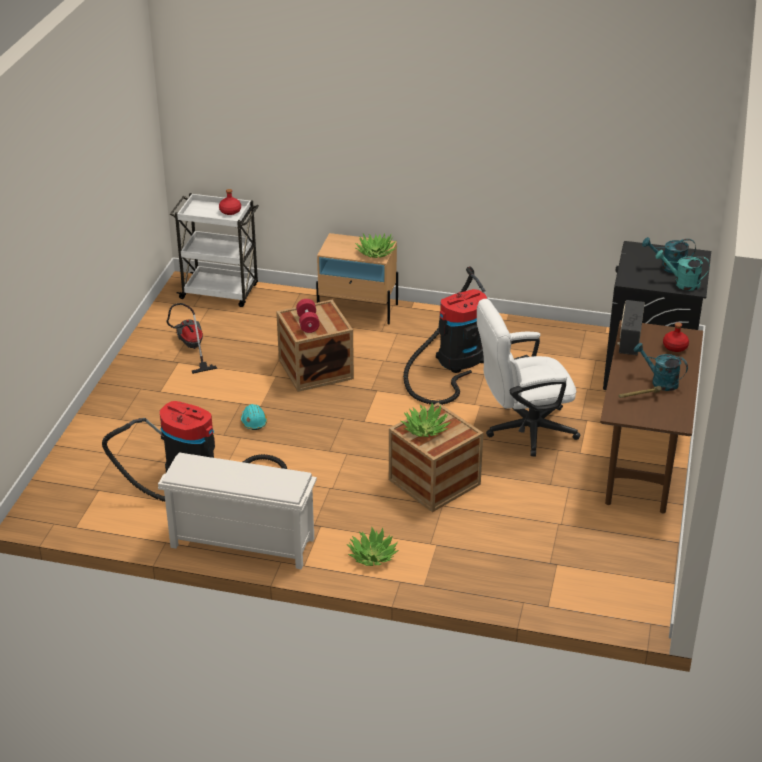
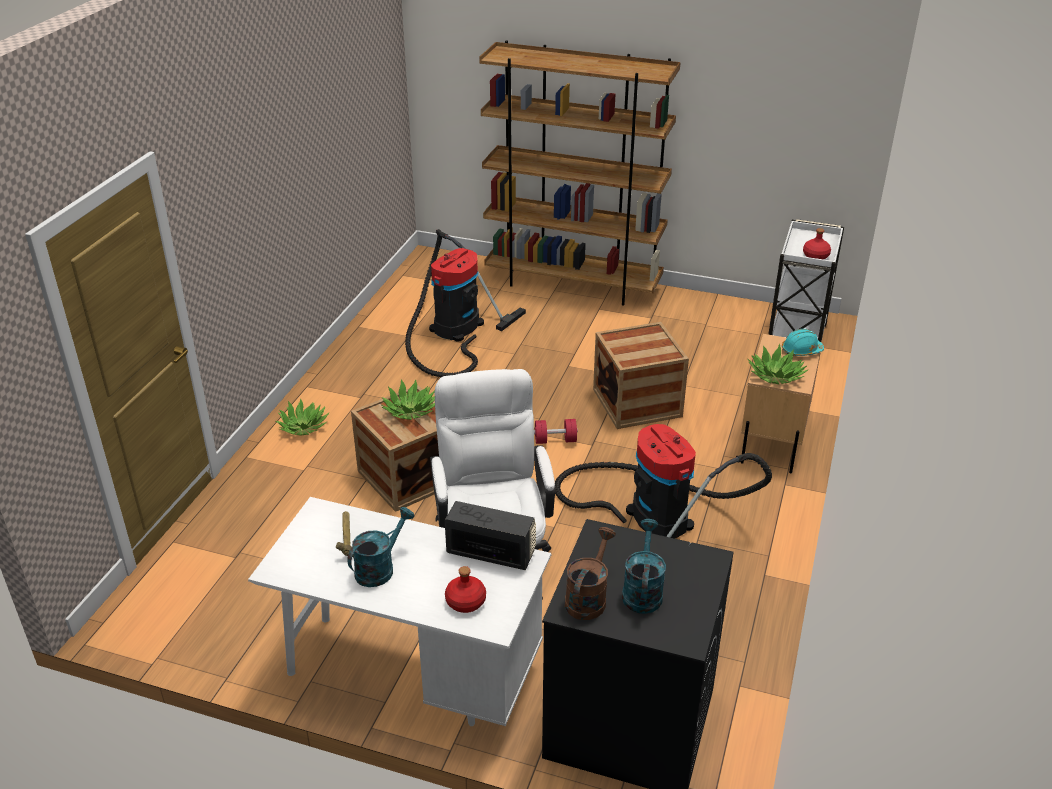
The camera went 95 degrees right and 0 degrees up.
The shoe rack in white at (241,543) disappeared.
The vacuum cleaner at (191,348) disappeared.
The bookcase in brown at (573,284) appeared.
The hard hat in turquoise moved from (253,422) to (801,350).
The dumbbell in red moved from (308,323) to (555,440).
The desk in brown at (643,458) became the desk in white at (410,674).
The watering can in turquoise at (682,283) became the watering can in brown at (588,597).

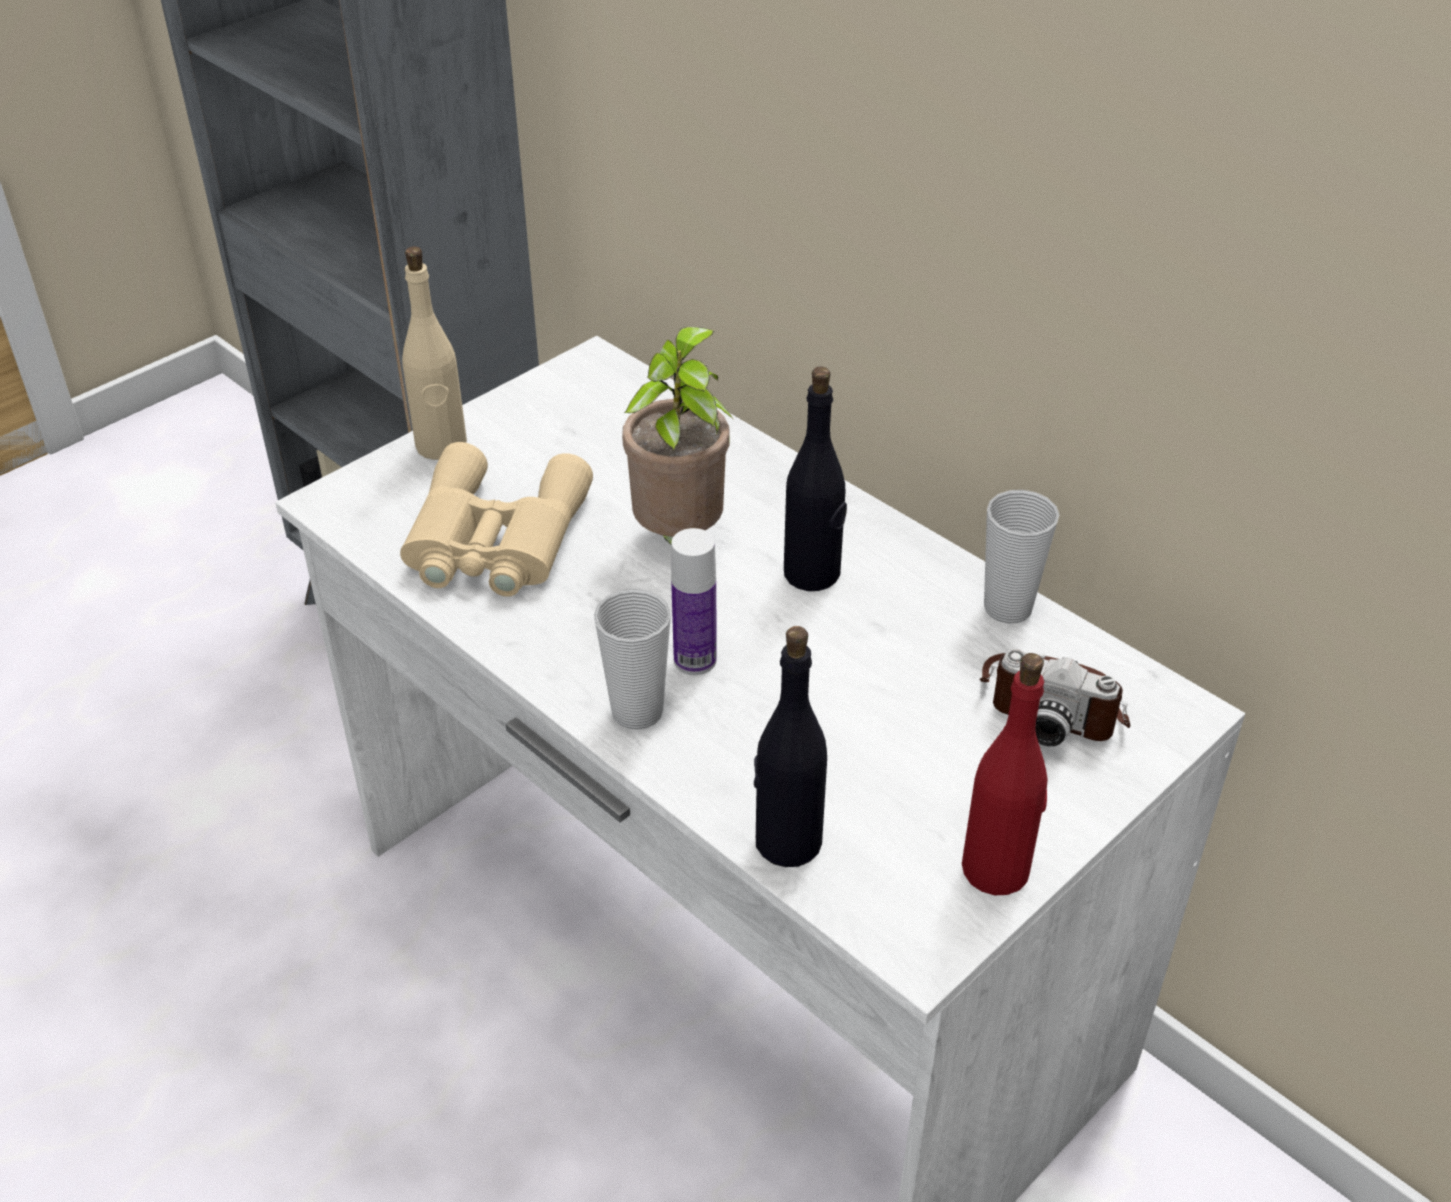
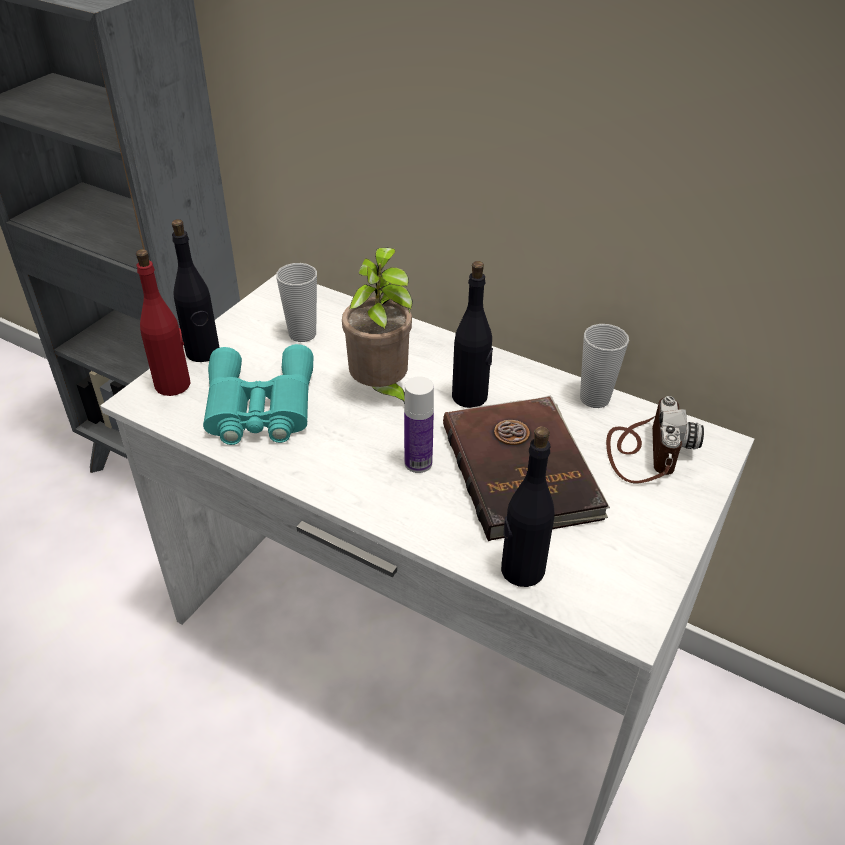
The camera went 15 degrees left and 0 degrees up.
The book in brown at (522,469) appeared.
The cup moved from (637,711) to (302,334).
The bottle in red moved from (996,869) to (173,385).
The binoculars in beige at (493,540) became the binoculars in turquoise at (259,407).
The bottle in beige at (441,446) became the bottle in black at (203,352).
The photo camera at (1054,702) turned 90 degrees counterclockwise.

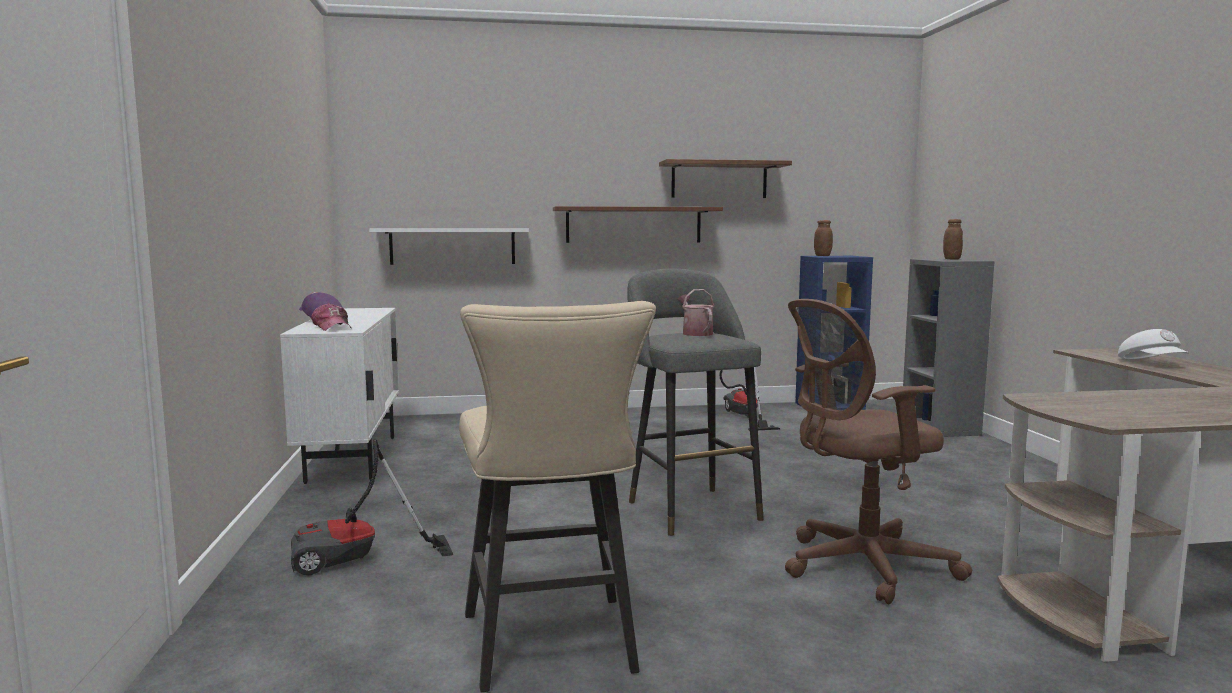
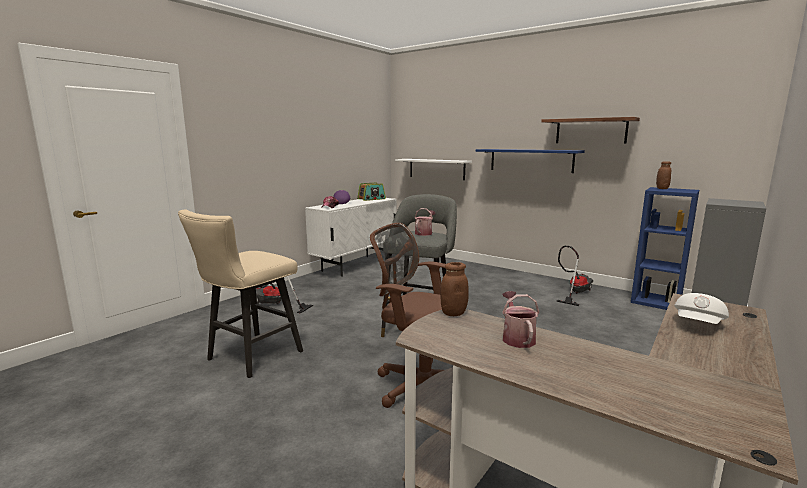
The camera went 45 degrees right and 5 degrees up.
The radio at (371,199) appeared.
The watering can at (517,337) appeared.
The jar in brown moved from (952,259) to (453,313).
The shelf in brown at (633,225) became the shelf in blue at (531,160).

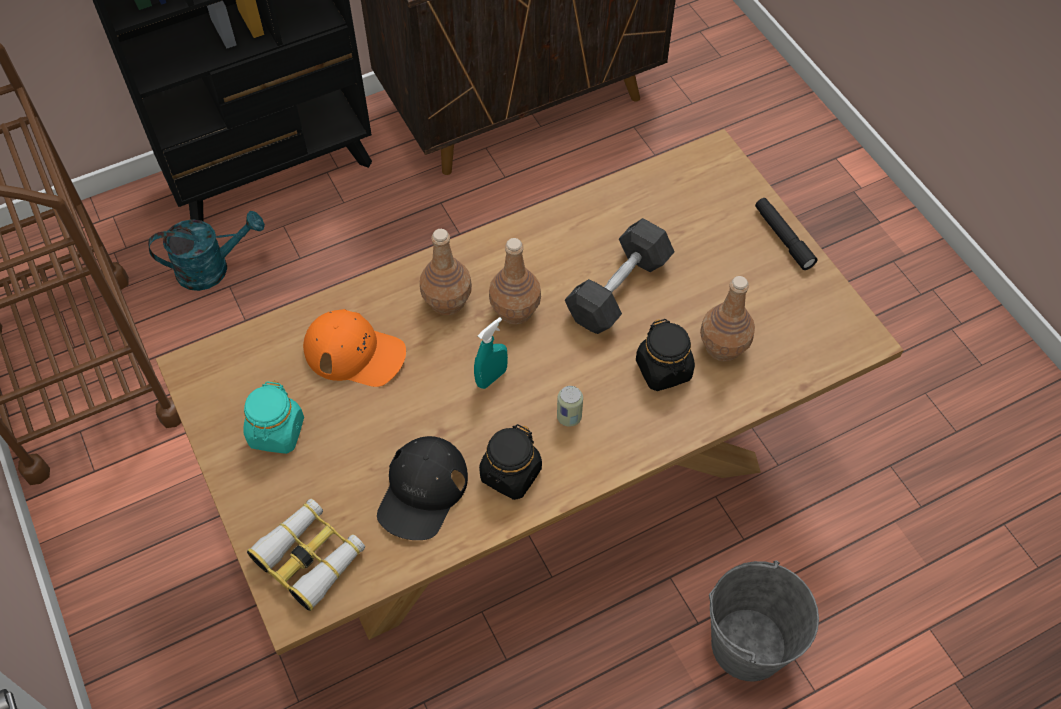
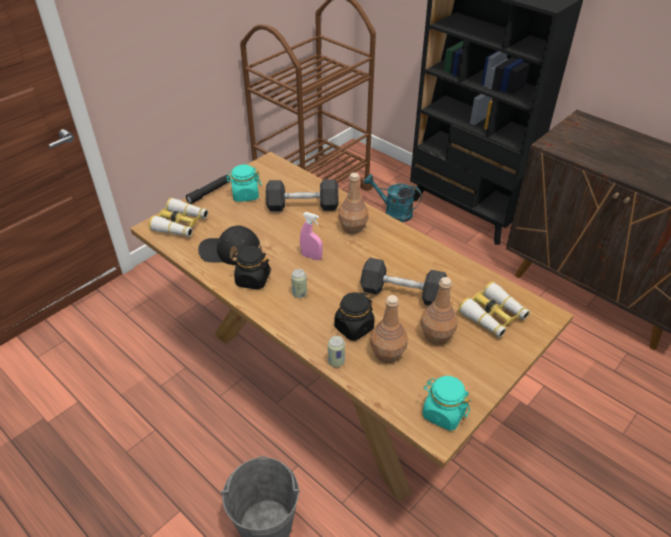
The camera went 70 degrees right and 15 degrees down.
The can at (336,361) appeared.
The jar in turquoise at (443,413) appeared.
The binoculars at (493,316) appeared.
The bottle in brown moved from (515,310) to (436,335).
The flashlight in black moved from (783,238) to (209,192).
The cap in orange at (355,353) was replaced by the dumbbell in grey at (302,206).
The spray bottle in turquoise at (491,377) became the spray bottle in pink at (311,257).
The watering can in turquoise at (212,268) turned 150 degrees clockwise.

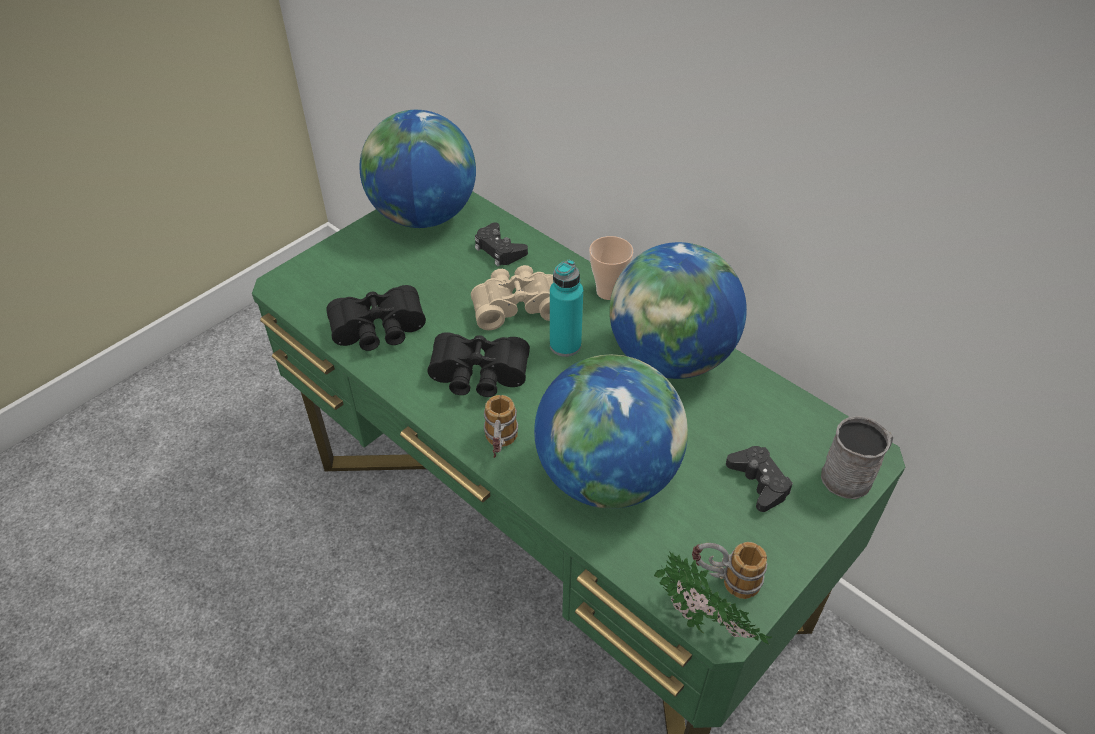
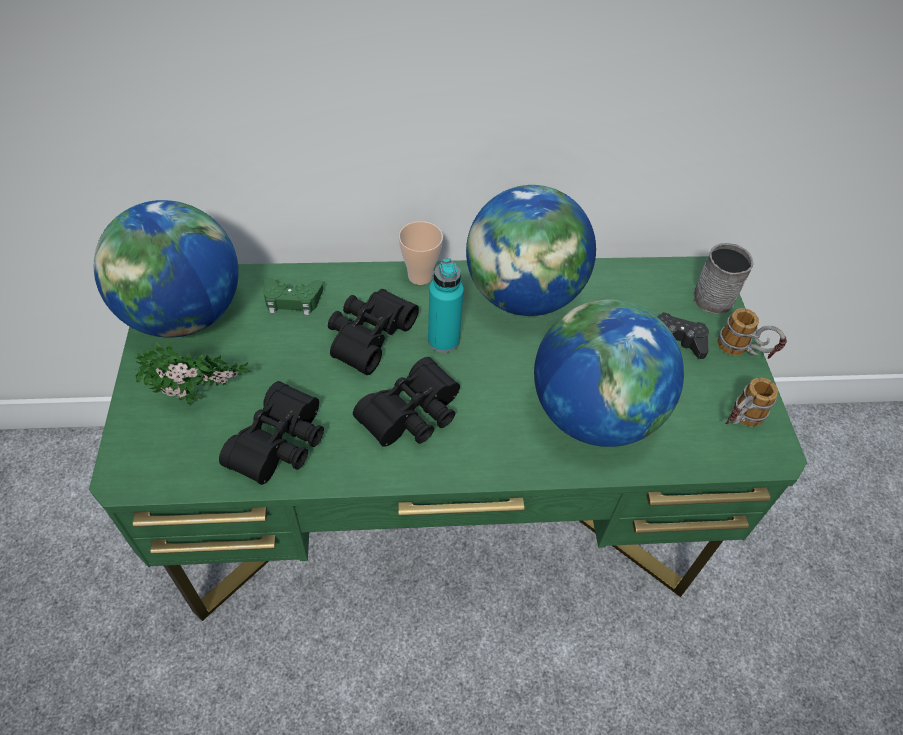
The camera went 50 degrees left and 5 degrees up.
The mug moved from (500,447) to (743,352).
The potted plant moved from (703,628) to (201,398).
The binoculars in beige at (517,305) became the binoculars in black at (367,335).
The game controller in black at (499,250) became the game controller in green at (292,300).

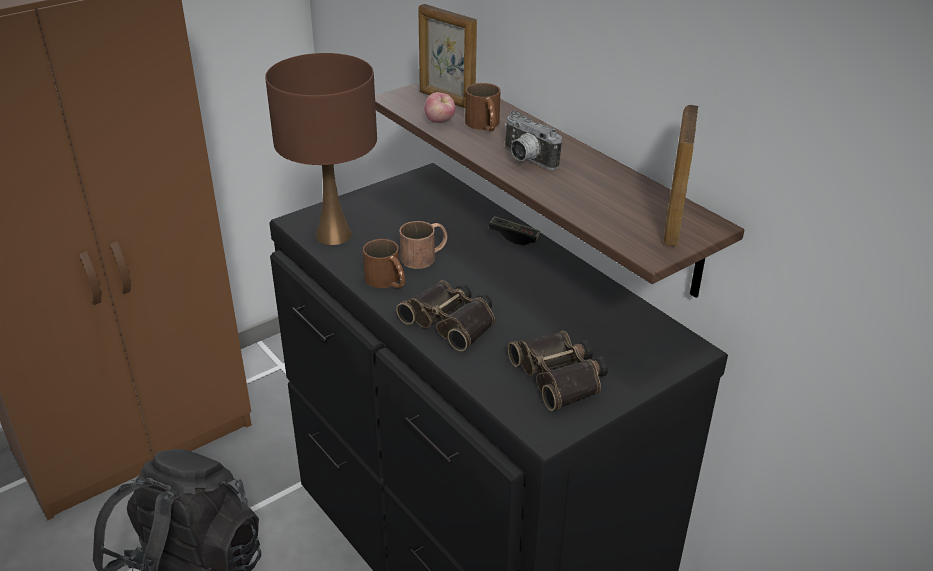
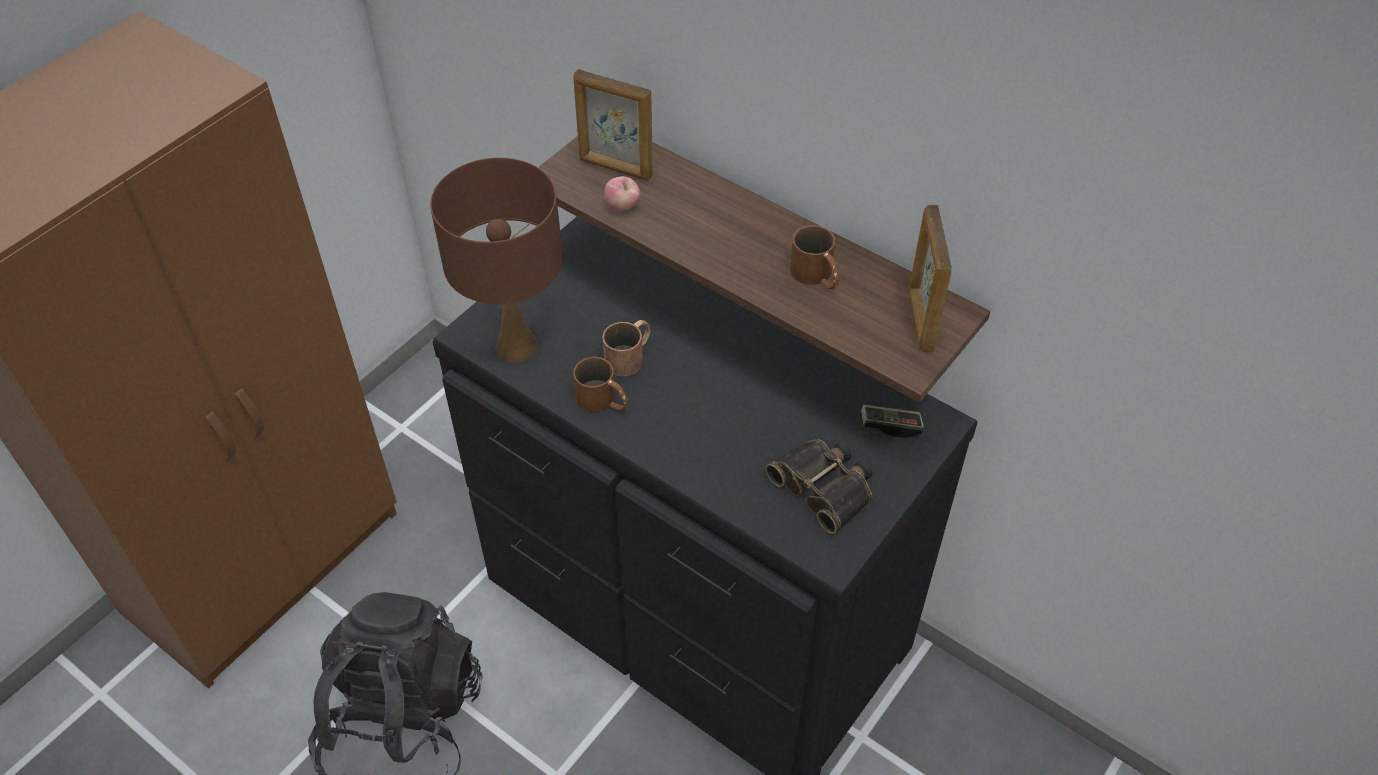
The camera went 15 degrees left and 15 degrees up.
The binoculars at (452,321) disappeared.
The photo camera at (526,160) disappeared.
The mug in brown moved from (485,126) to (817,276).
The game controller moved from (514,237) to (890,426).

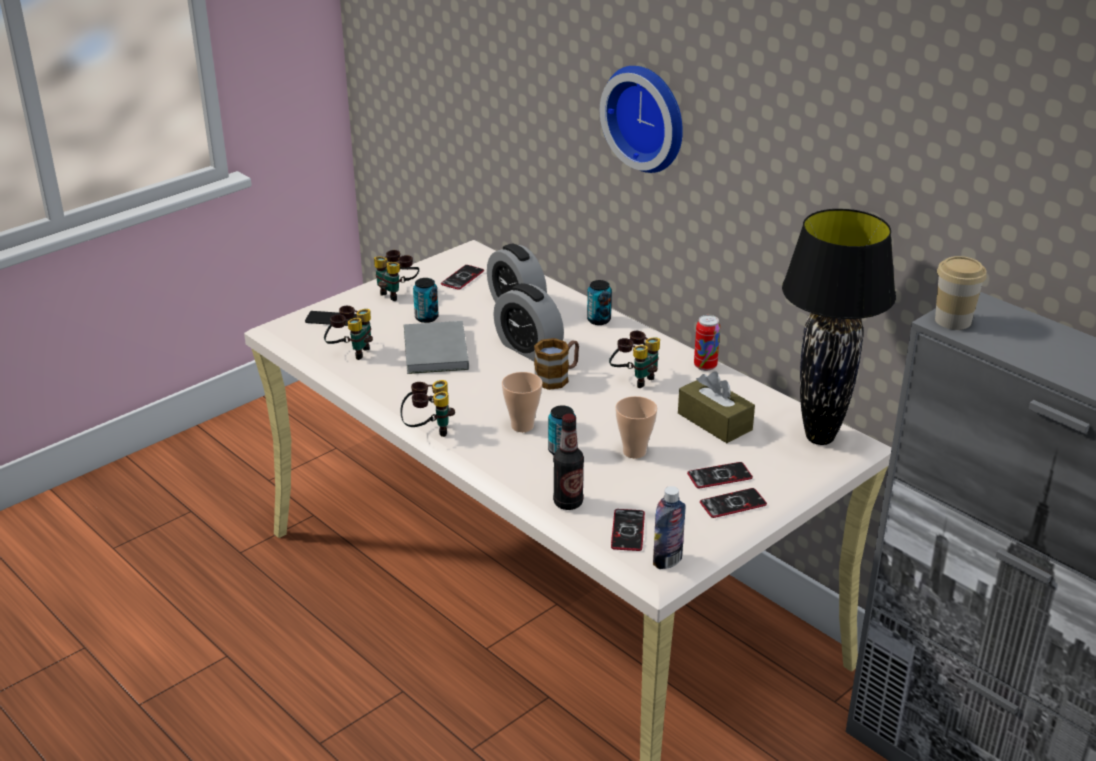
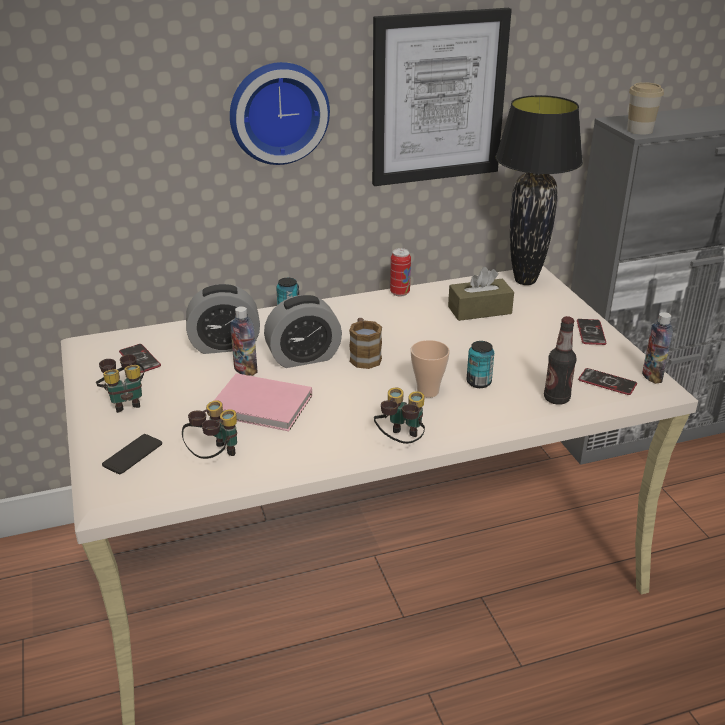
The camera went 65 degrees left and 0 degrees up.
The can at (426,318) disappeared.
The binoculars at (635,378) disappeared.
The cup at (634,451) disappeared.
The phone at (719,476) disappeared.
The bottle at (245,370) appeared.
The picture at (438,98) appeared.
The book in grey at (434,352) became the book in pink at (263,407).

